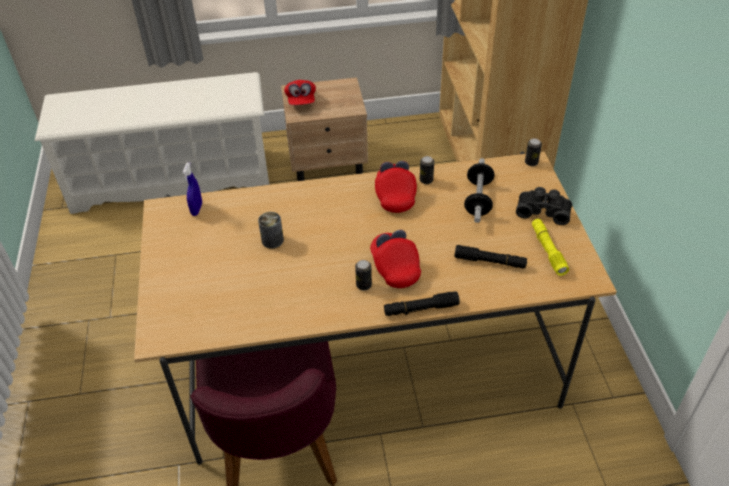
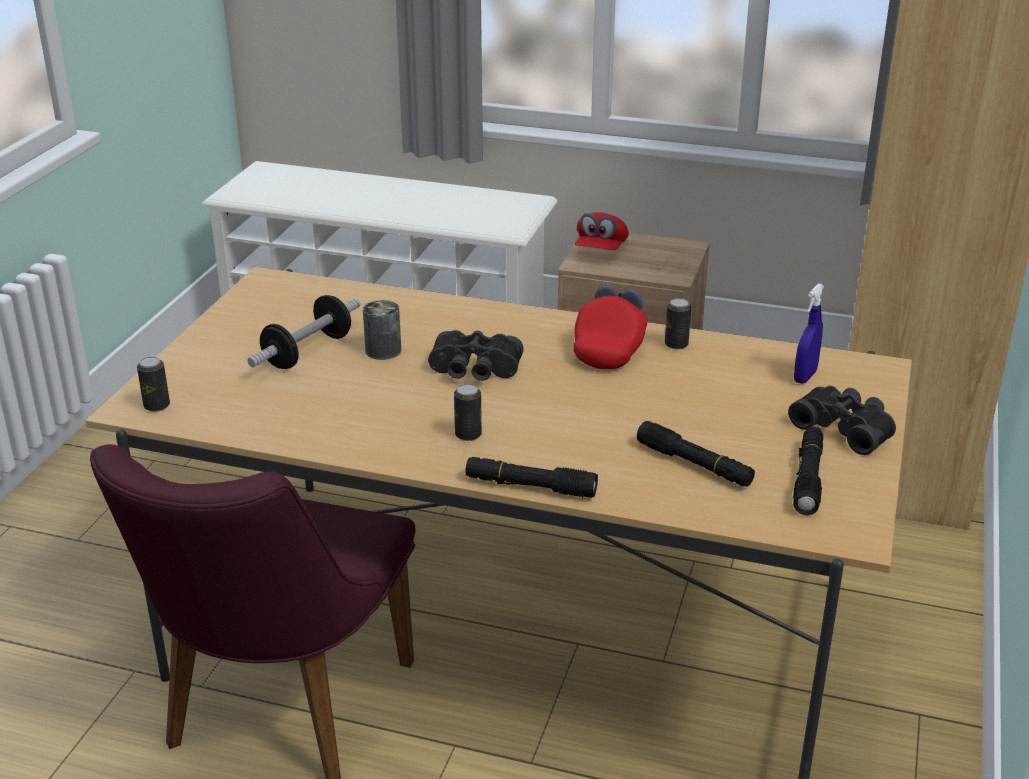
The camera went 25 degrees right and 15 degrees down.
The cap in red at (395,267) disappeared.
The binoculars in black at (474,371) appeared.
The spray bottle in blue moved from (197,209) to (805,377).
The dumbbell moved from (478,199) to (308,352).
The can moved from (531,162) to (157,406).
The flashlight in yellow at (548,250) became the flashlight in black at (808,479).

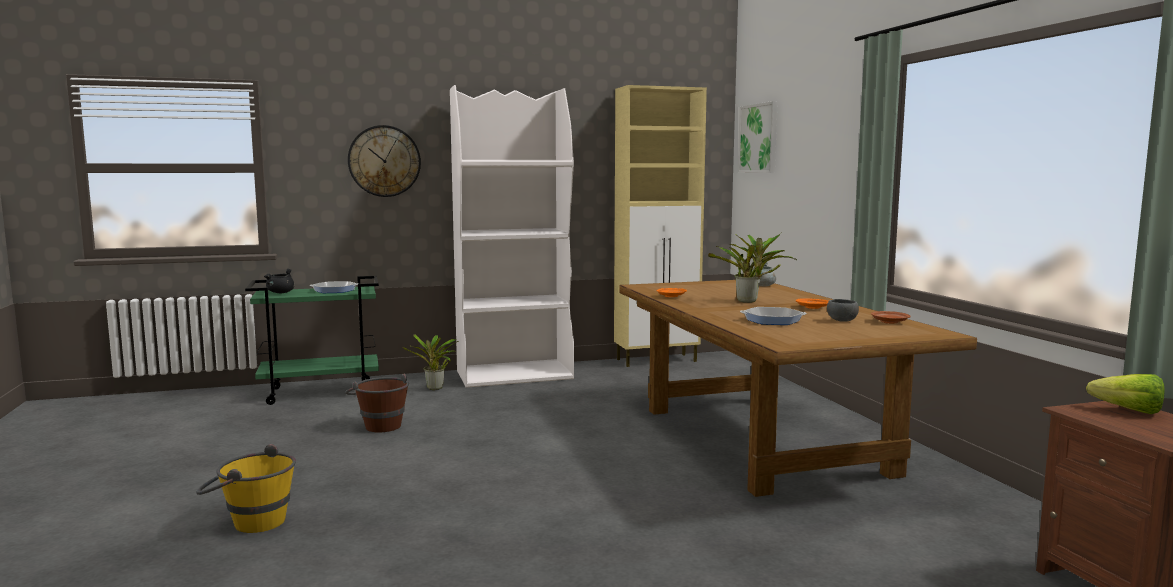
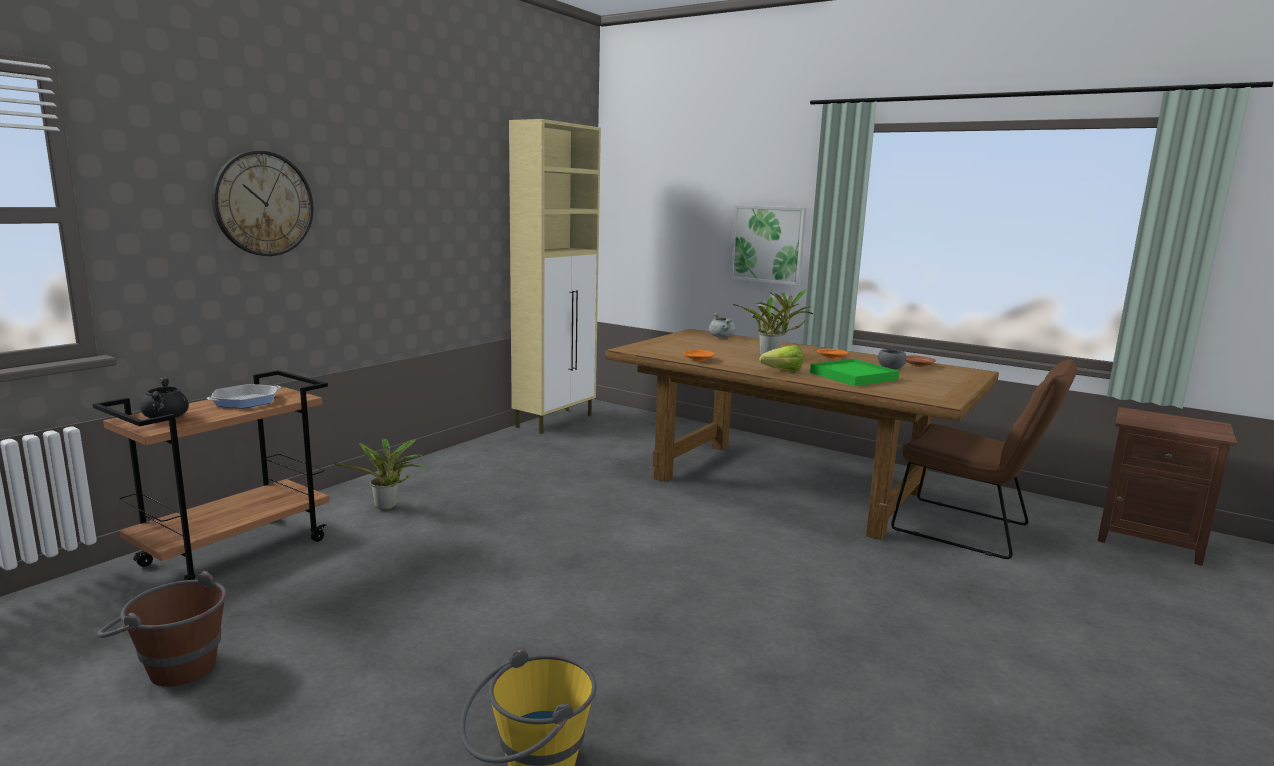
The camera went 40 degrees left and 5 degrees up.
The bookcase in white at (515,375) disappeared.
The chair in brown at (970,530) appeared.
The bucket in brown moved from (380,424) to (171,666).
The picture moved from (758,138) to (768,244).
The lettuce moved from (1122,410) to (779,371).
The frying pan at (772,320) was replaced by the tray in green at (853,376).
The cart in green at (321,392) became the cart in brown at (235,551).

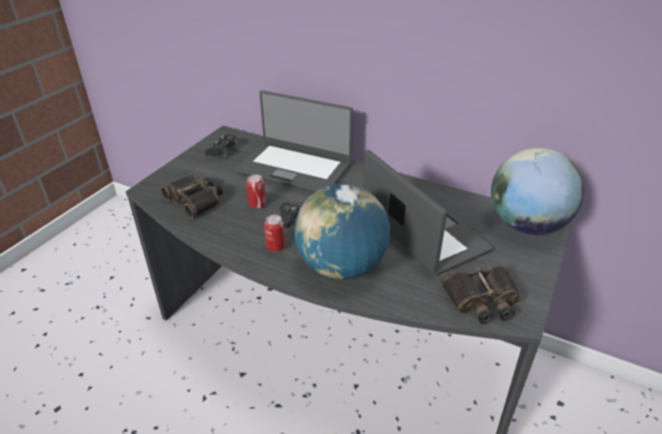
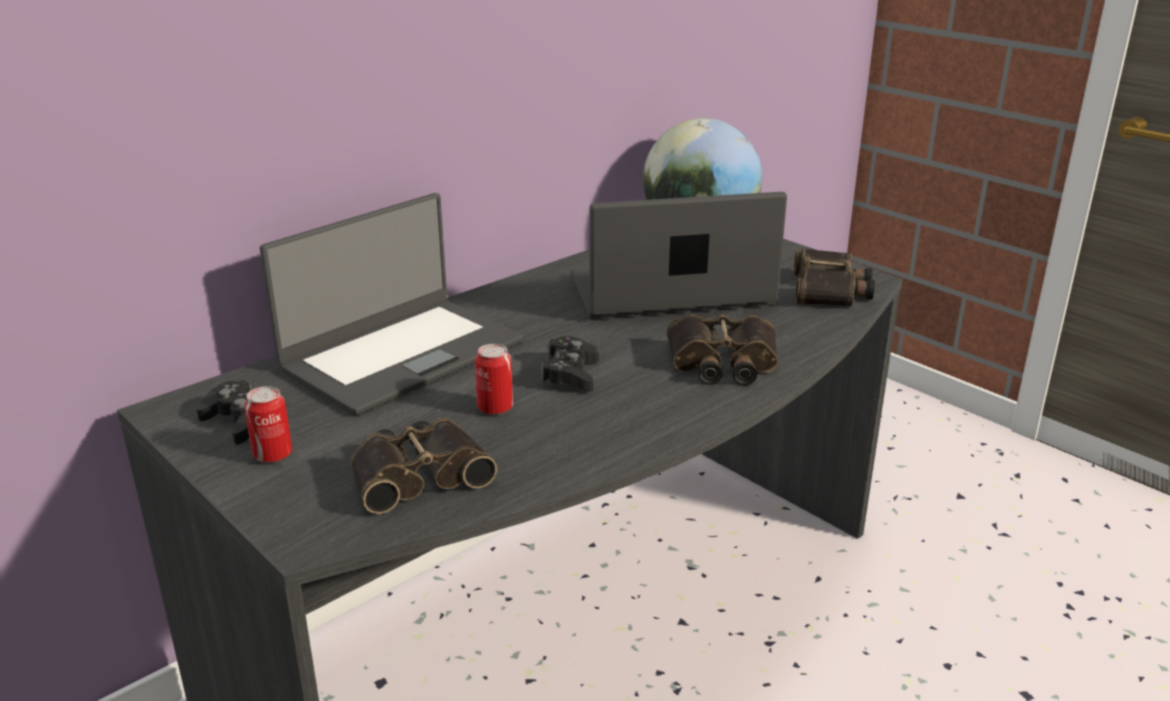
The camera went 70 degrees left and 10 degrees down.
The can moved from (275,246) to (273,455).
The globe at (341,267) was replaced by the binoculars at (722,363).

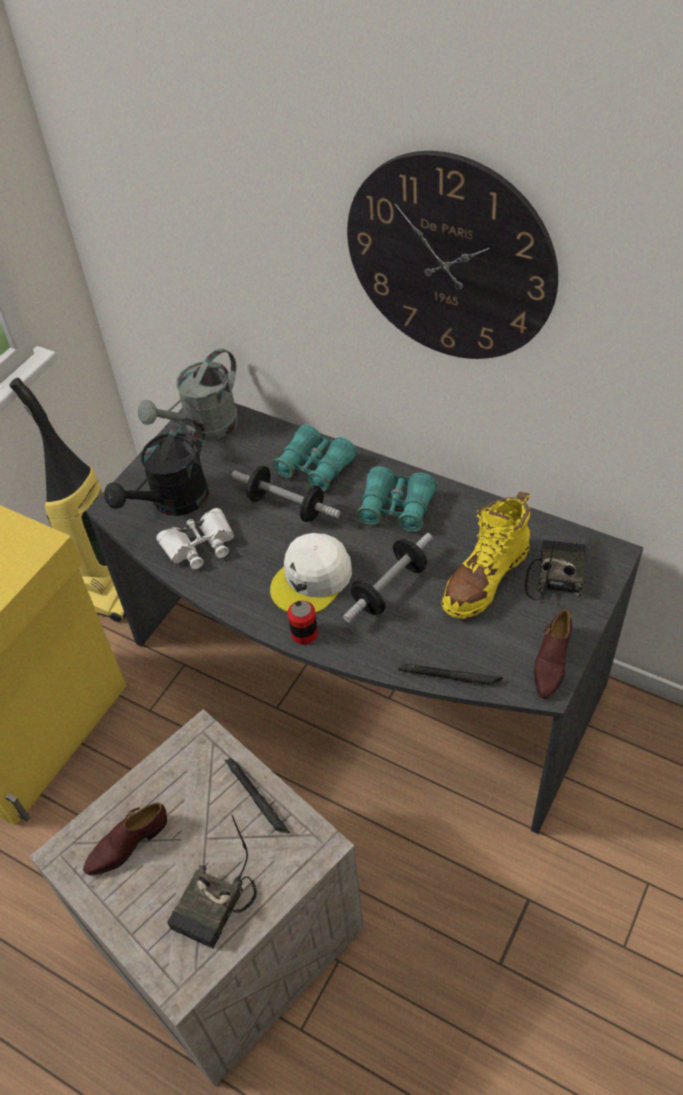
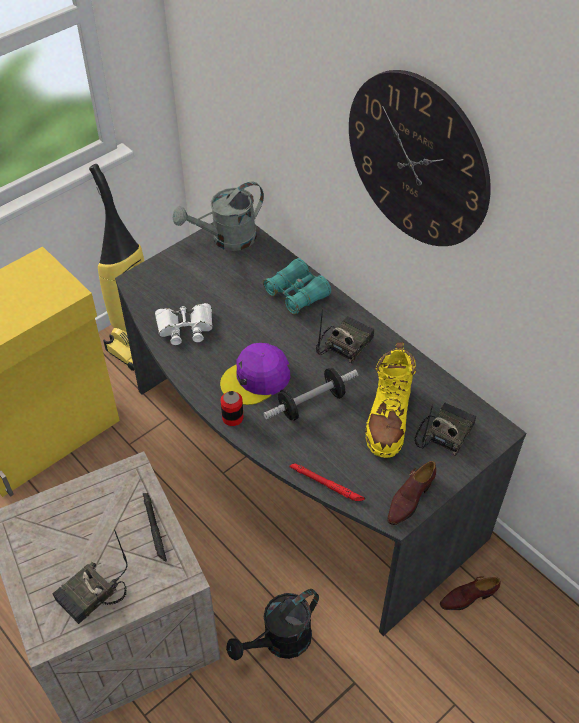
The camera went 15 degrees right and 0 degrees up.
The dumbbell at (286,506) disappeared.
The shoe in brown moved from (127,844) to (467,597).
The watering can in black moved from (173,503) to (280,642).
The binoculars in turquoise at (396,508) was replaced by the radio at (344,344).
The cap in white at (312,580) became the cap in purple at (256,379).
The flashlight in black at (449,676) became the flashlight in red at (326,484).
The boot in yellow at (485,578) turned 45 degrees counterclockwise.

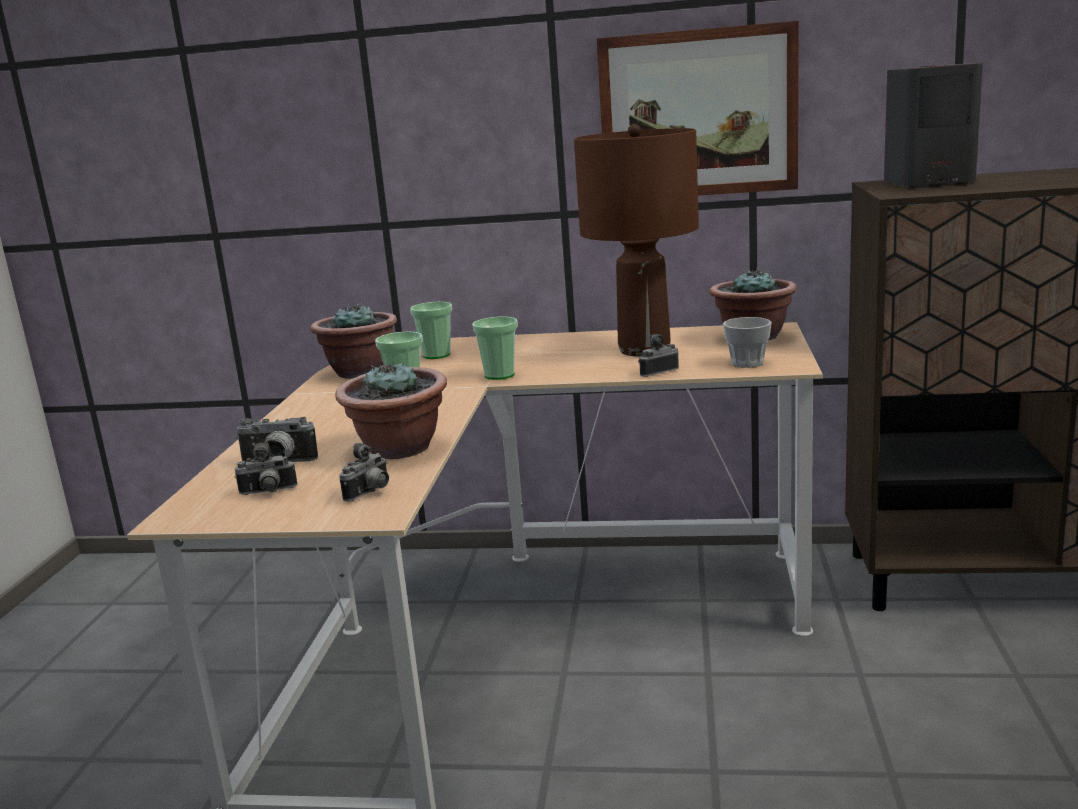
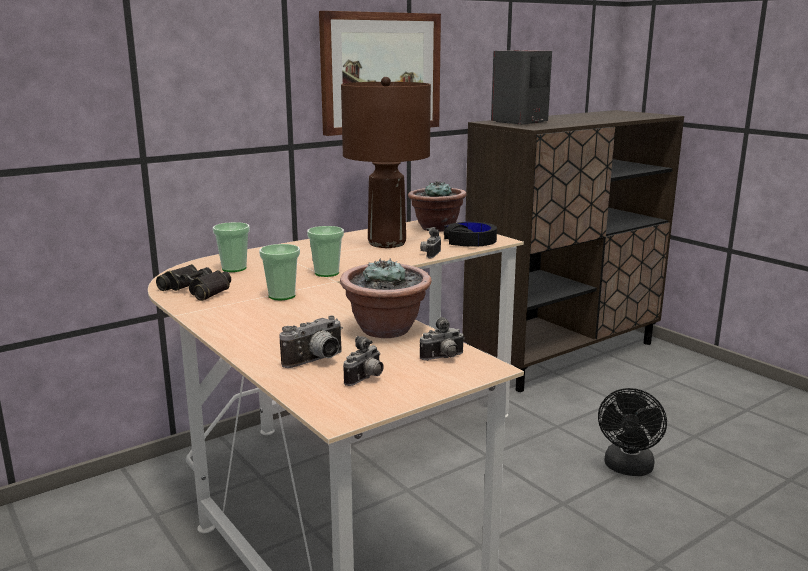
The camera went 45 degrees left and 0 degrees up.
The fan in black at (628,469) appeared.
The potted plant at (360,372) was replaced by the binoculars in black at (197,290).
The cup at (747,363) was replaced by the headphones in black at (470,242).
The photo camera at (370,493) turned 75 degrees clockwise.

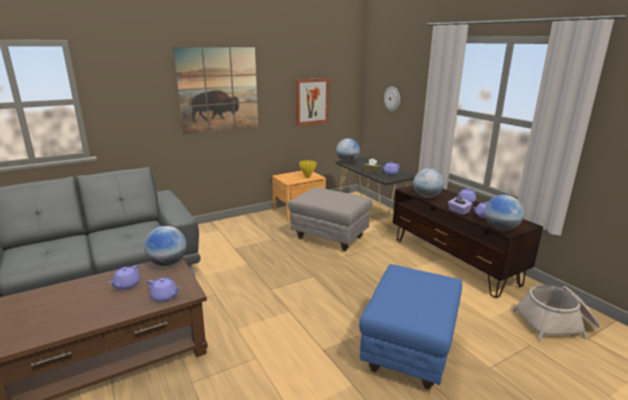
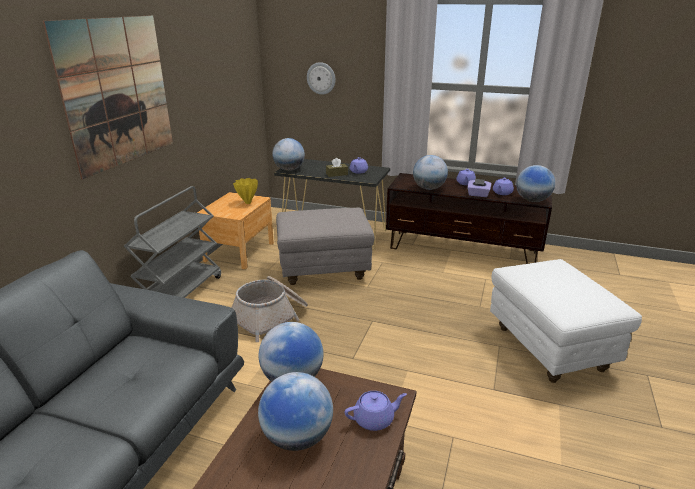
The camera went 40 degrees left and 5 degrees up.
The picture at (311,101) disappeared.
The cart in grey at (181,293) appeared.
The basket moved from (556,323) to (271,317).
The teapot in purple at (126,285) was replaced by the globe at (297,437).
The ottoman in blue at (409,352) became the ottoman in white at (550,349).

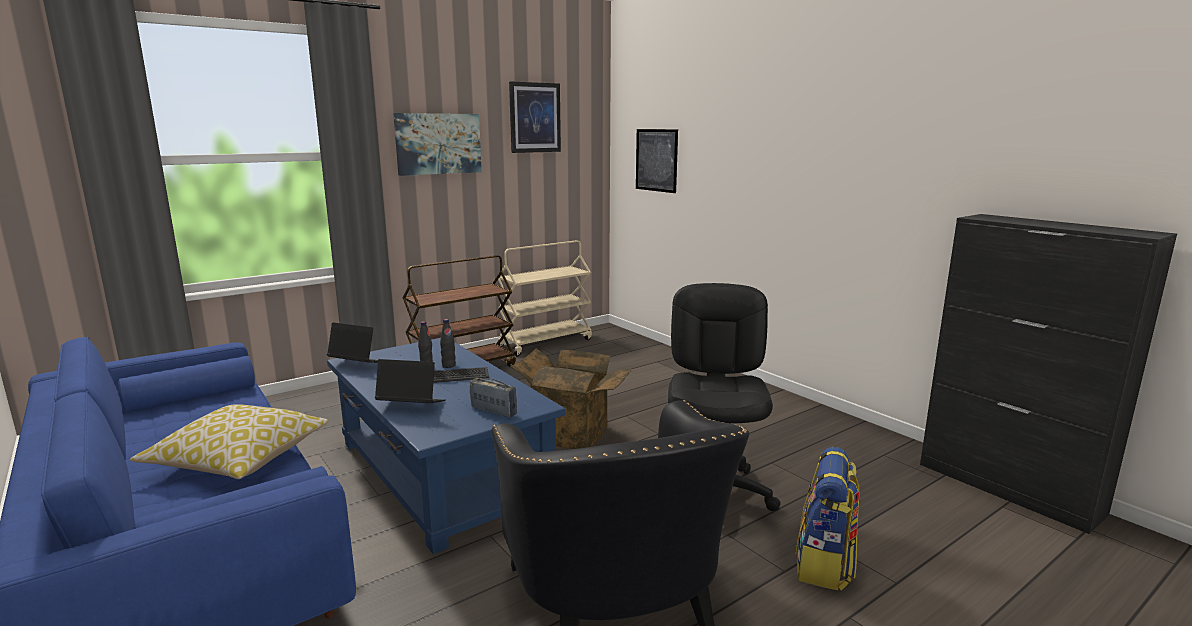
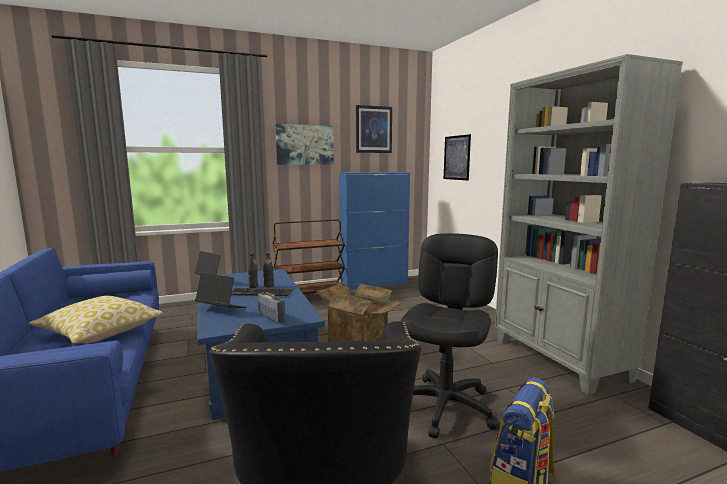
The camera went 15 degrees right and 5 degrees down.
The bookcase in grey at (558,360) appeared.
The cart in beige at (545,342) was replaced by the cabinet in blue at (374,284).

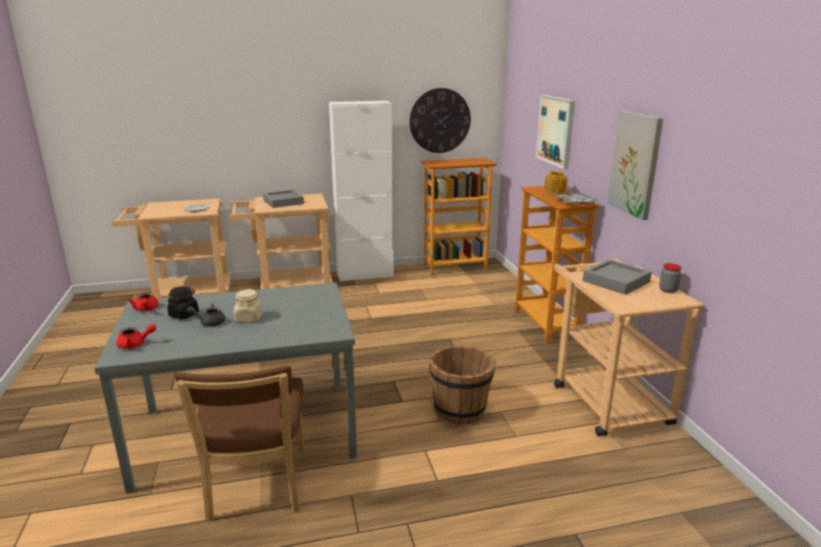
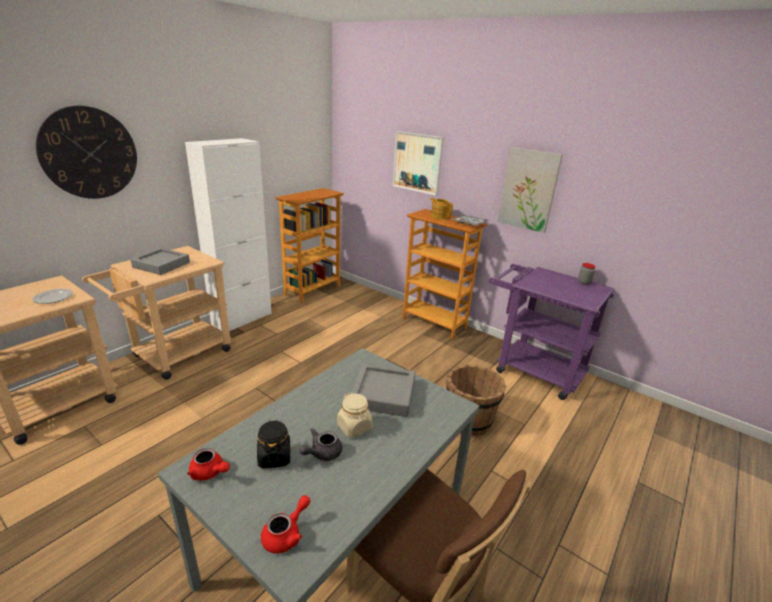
The camera went 40 degrees left and 5 degrees up.
The wall clock moved from (440,120) to (89,153).
The tray in grey moved from (616,281) to (383,394).
The cart in beige at (605,398) became the cart in purple at (532,369).

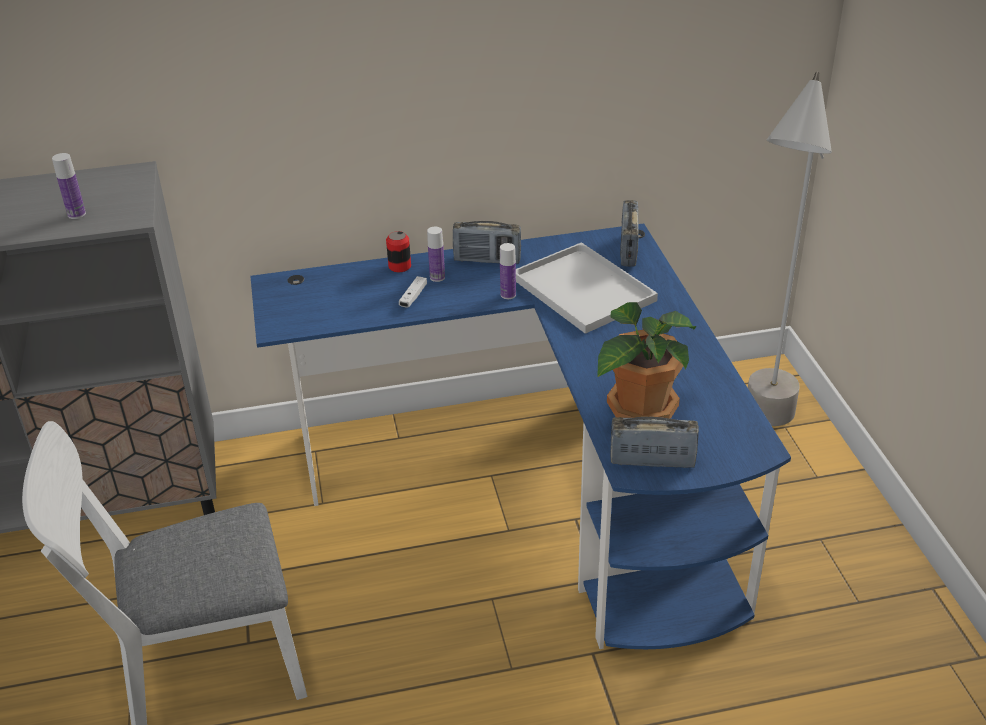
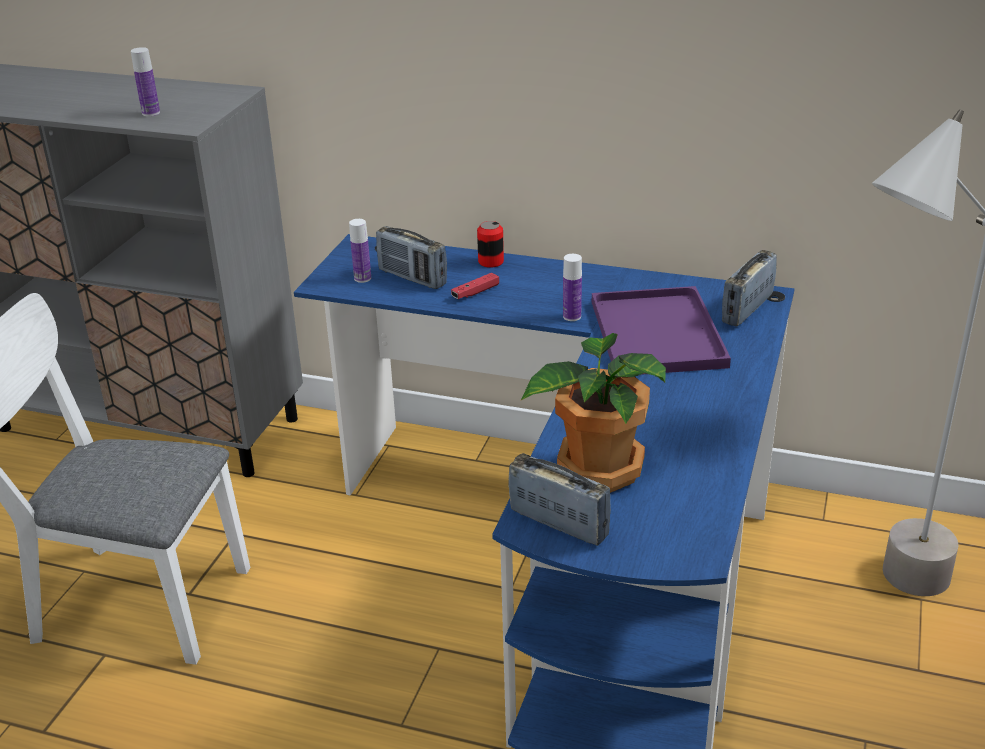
The camera went 30 degrees right and 5 degrees down.
The bottle moved from (437,277) to (362,278).
The radio moved from (487,260) to (412,278).
The game controller in white at (413,297) became the game controller in red at (475,292).
The tray in white at (580,288) became the tray in purple at (655,332).

